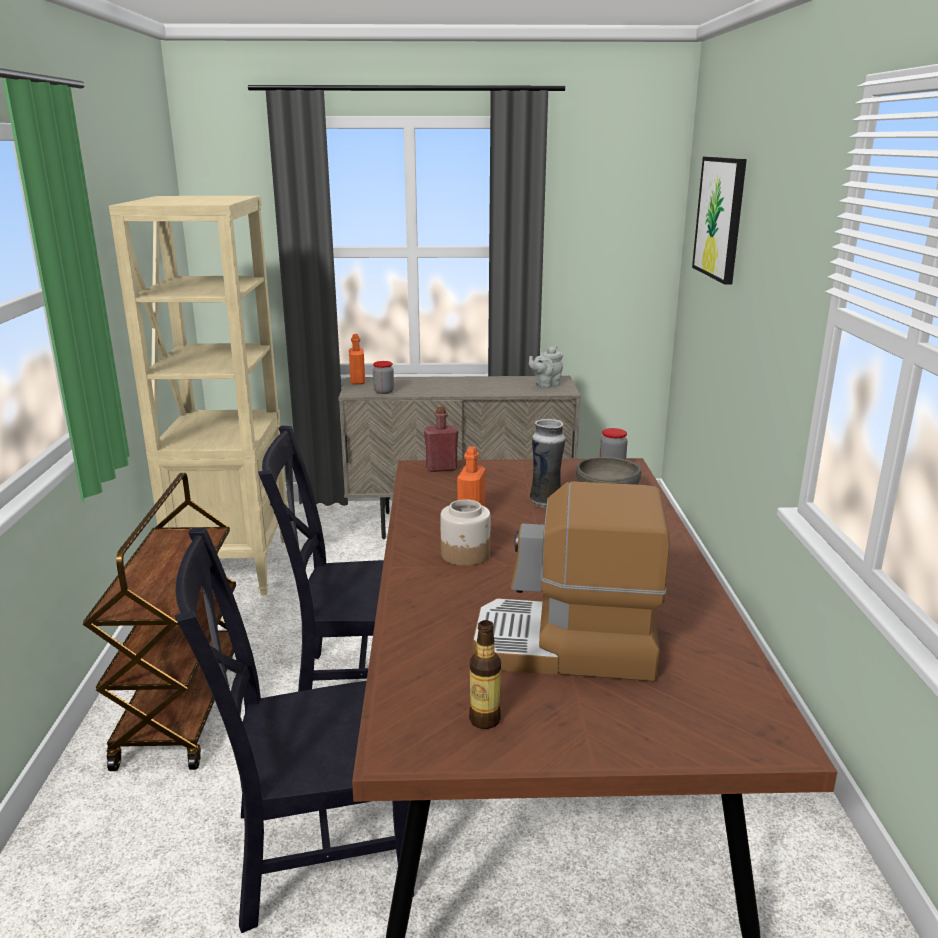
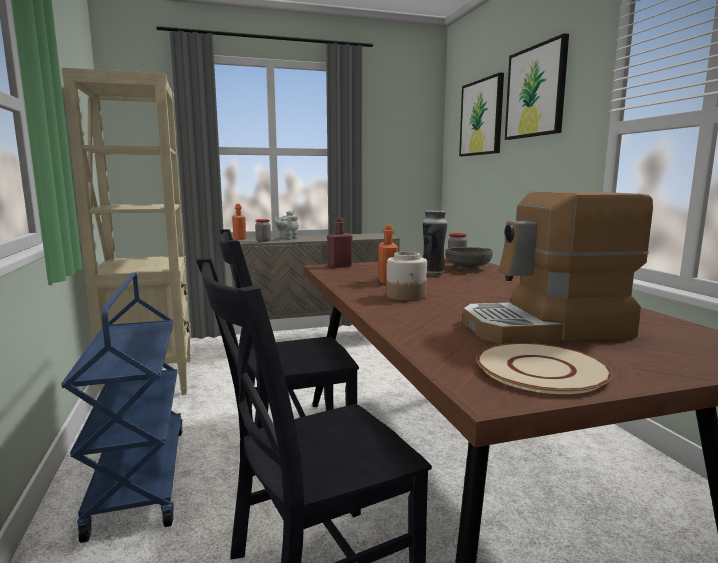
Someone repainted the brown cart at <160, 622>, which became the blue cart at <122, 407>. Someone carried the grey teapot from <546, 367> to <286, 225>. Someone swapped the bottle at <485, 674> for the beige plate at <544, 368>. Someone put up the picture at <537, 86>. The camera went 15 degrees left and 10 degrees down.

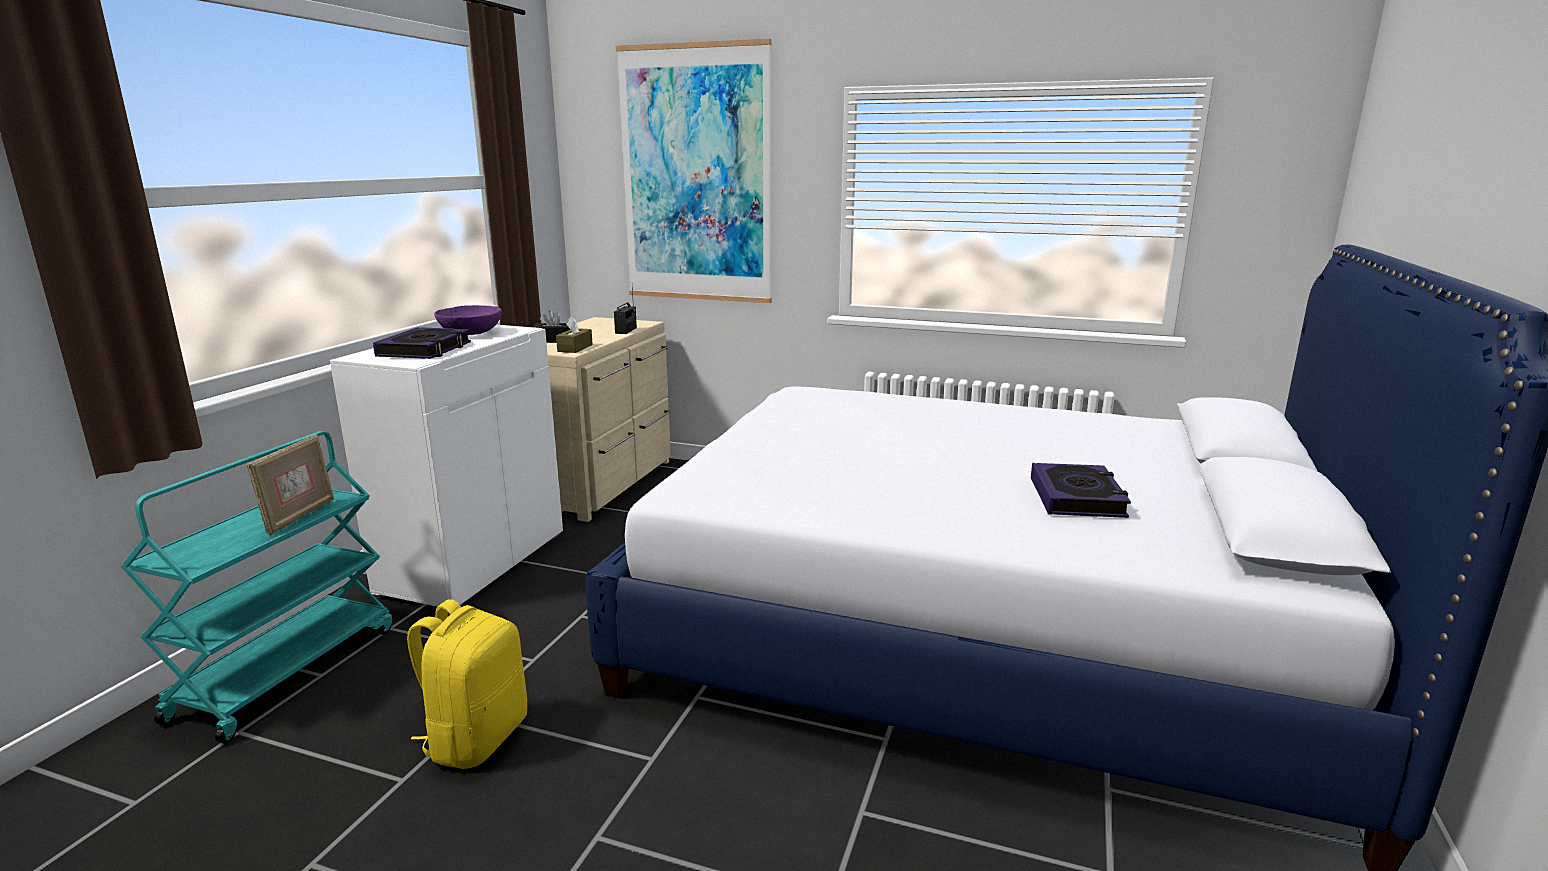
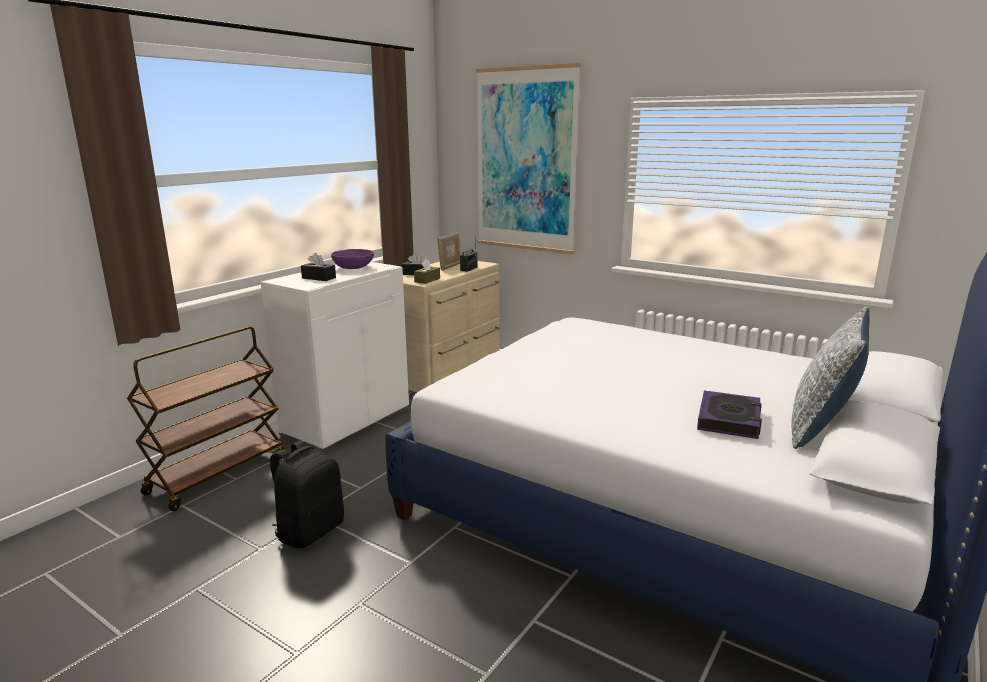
Someone repainted the turquoise cart at <256, 587>, which became the brown cart at <206, 418>. Someone repainted the yellow backpack at <467, 684>, which became the black backpack at <307, 495>. Someone swapped the book at <422, 343> for the black tissue box at <318, 267>. Someone carried the picture frame from <290, 484> to <449, 251>. Someone put down the pillow at <830, 378>. The camera went 15 degrees right and 0 degrees up.

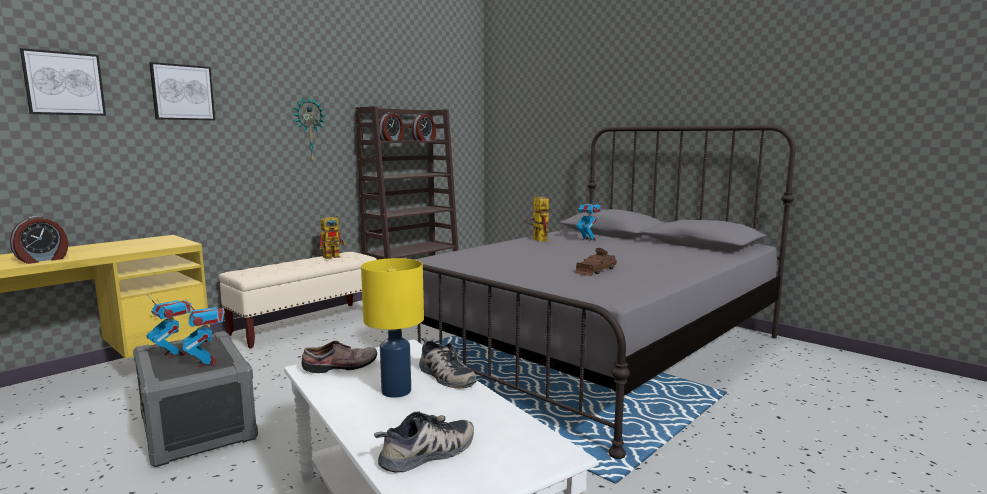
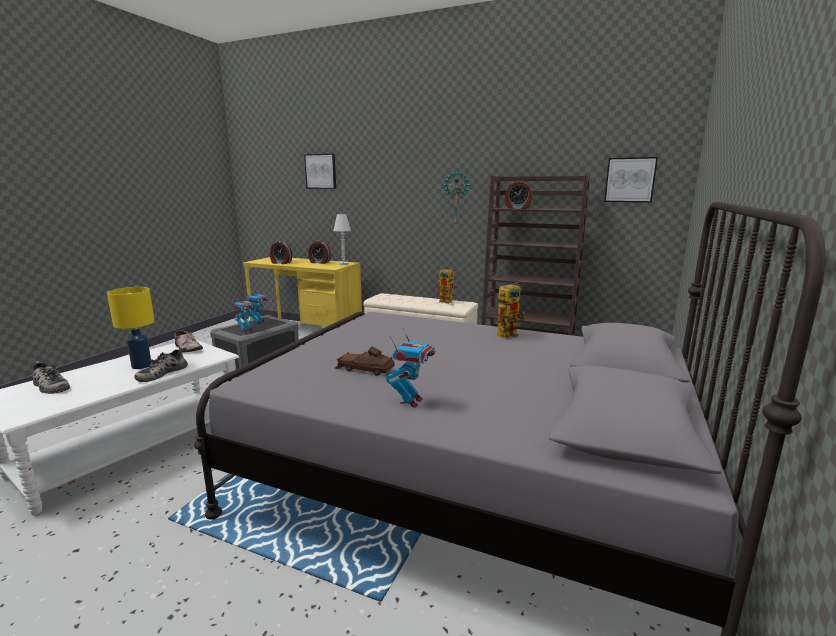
Someone carried the alarm clock from <424, 127> to <319, 252>. Someone put down the white table lamp at <342, 239>. Someone carried the toy robot from <589, 219> to <410, 367>. Someone carried the picture from <182, 91> to <631, 180>. The camera went 70 degrees right and 5 degrees up.

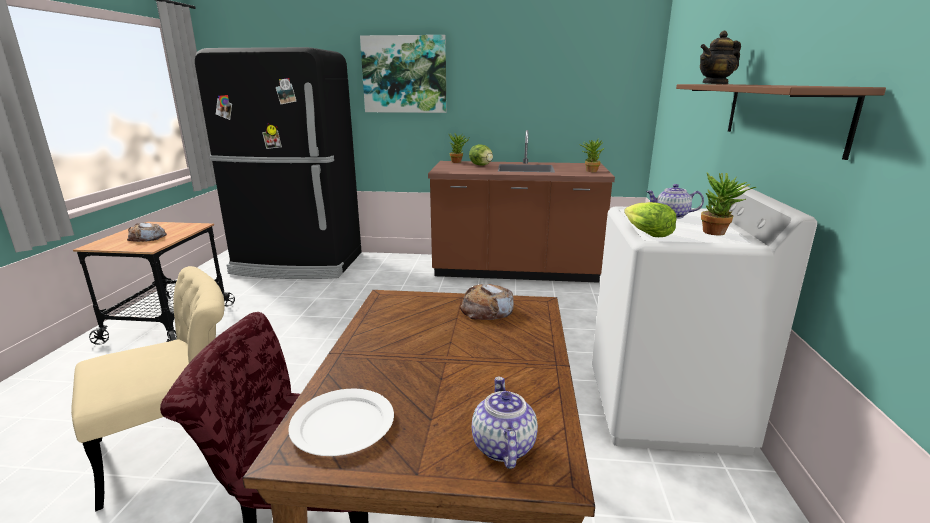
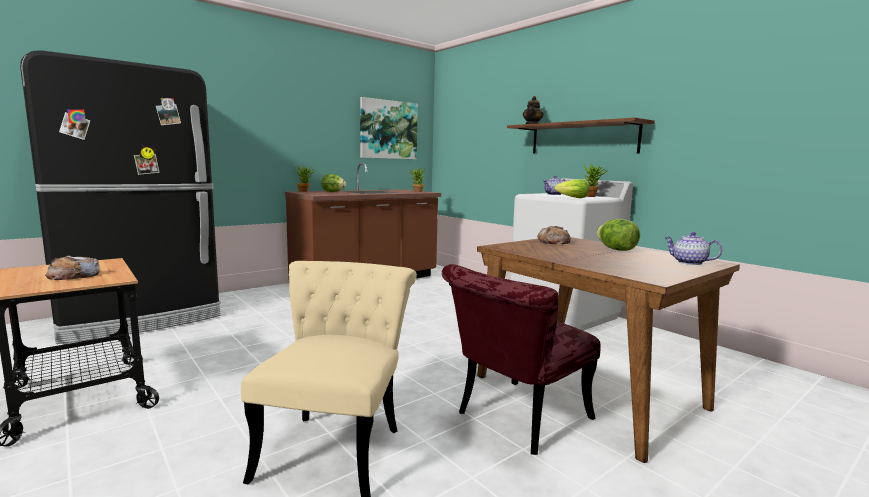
Someone carried the picture from <403, 74> to <389, 128>. Someone put down the lettuce at <618, 235>. Someone took away the white plate at <341, 422>. The camera went 45 degrees left and 10 degrees down.

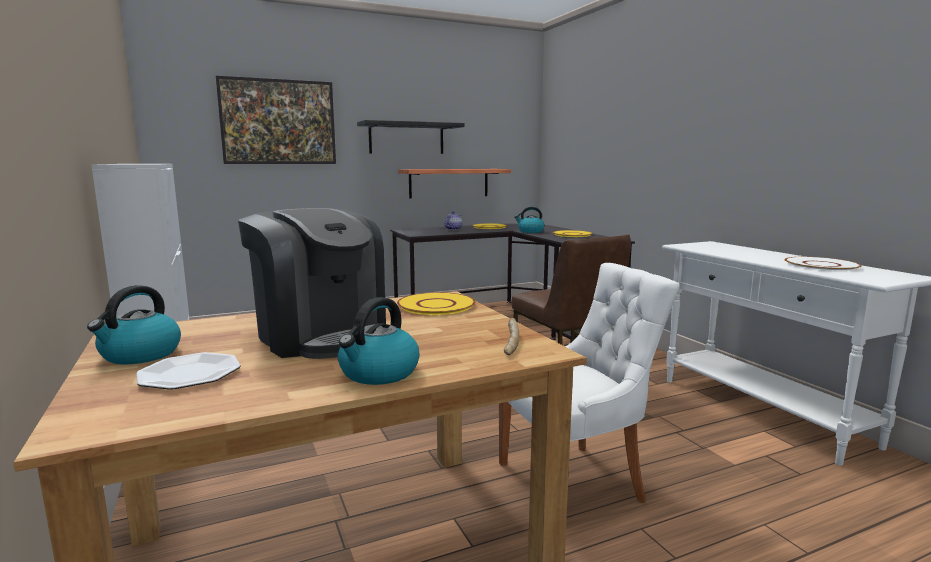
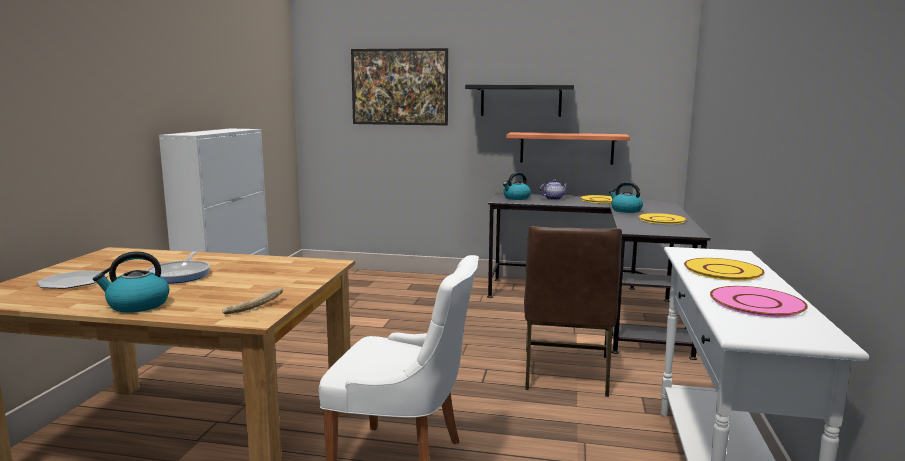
Someone swapped the coffee machine at <312, 283> for the frying pan at <178, 267>. Someone carried the kettle from <134, 324> to <517, 186>. Someone carried the yellow plate from <436, 303> to <724, 269>. Someone repainted the white plate at <823, 264>, which became the pink plate at <759, 301>. The camera went 35 degrees right and 0 degrees up.

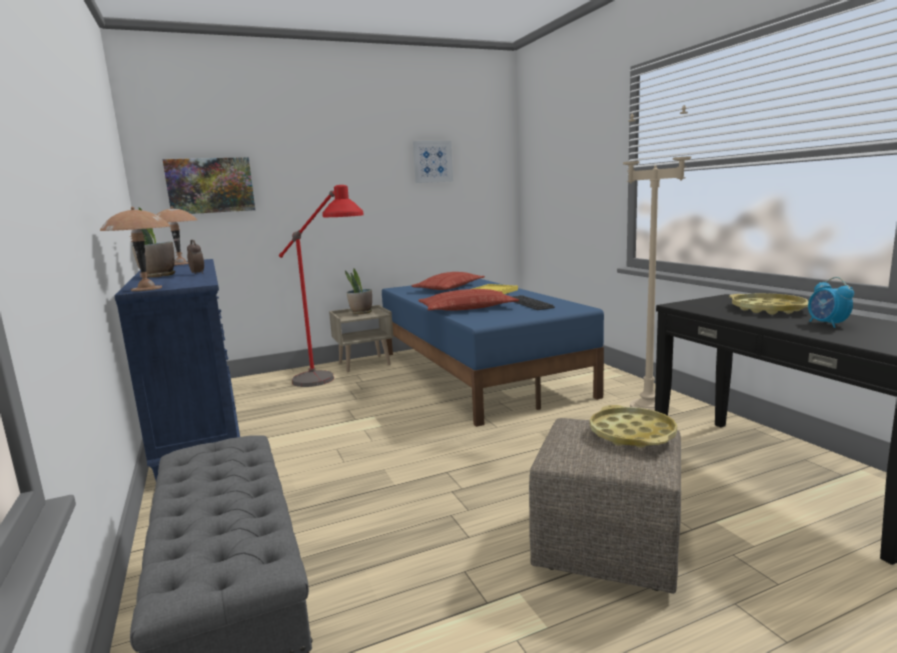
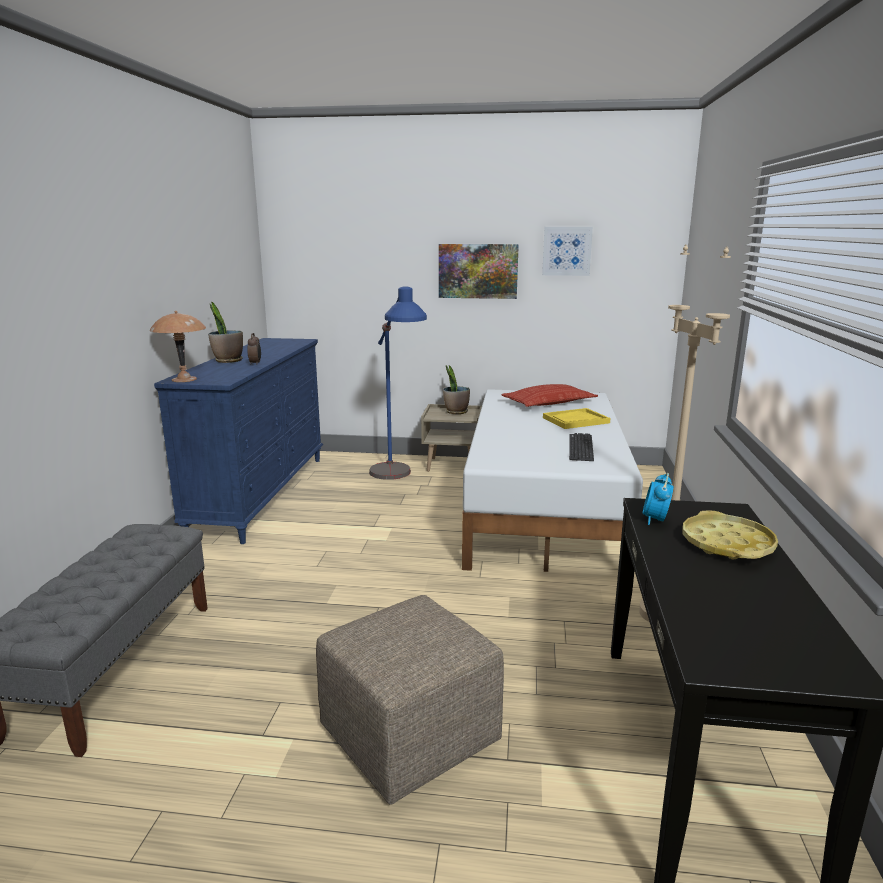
Someone repainted the red floor lamp at <321, 286>, which became the blue floor lamp at <398, 383>. Someone carried the picture from <208, 185> to <479, 271>. Someone repainted the blue bed at <493, 353>, which became the white bed at <552, 480>. Someone carried the alarm clock from <831, 302> to <658, 499>. Someone took away the brown table lamp at <176, 235>. Someone took away the pillow at <468, 300>. Someone took away the yellow tray at <633, 426>. The camera went 30 degrees right and 5 degrees up.

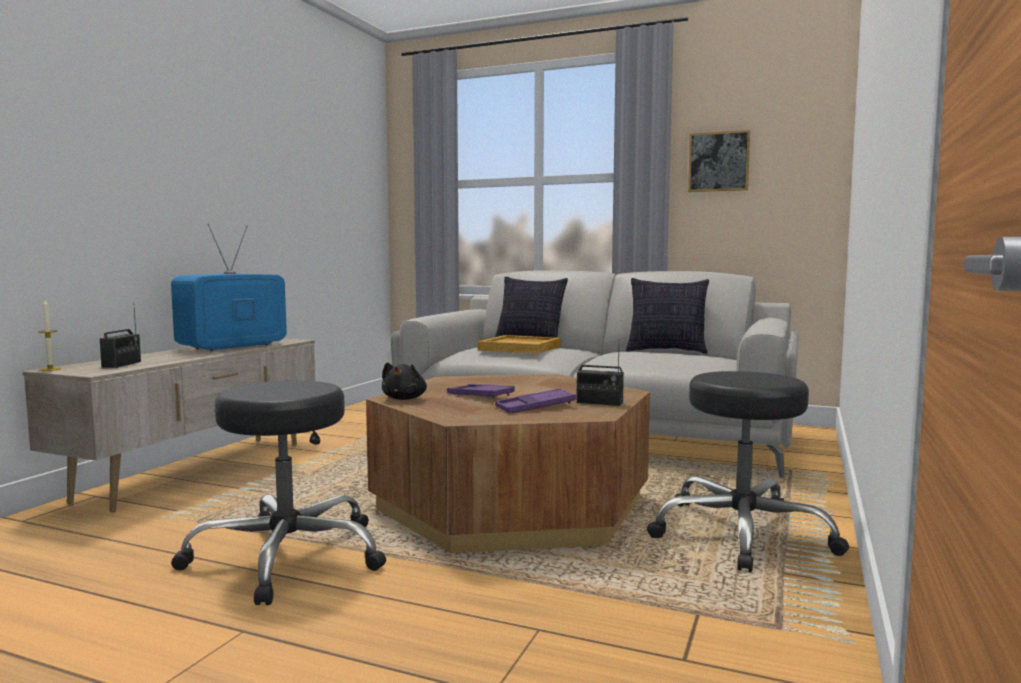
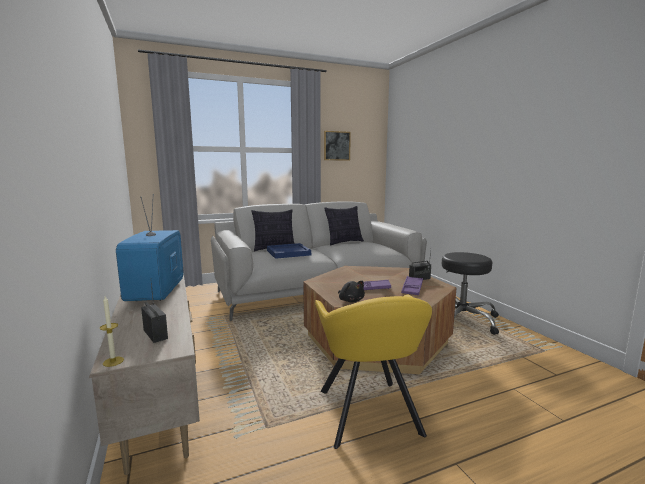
Someone repainted the beige tray at <519, 344>, which became the blue tray at <289, 251>. Someone swapped the black stool at <278, 493> for the yellow armchair at <373, 371>. The camera went 45 degrees left and 5 degrees up.

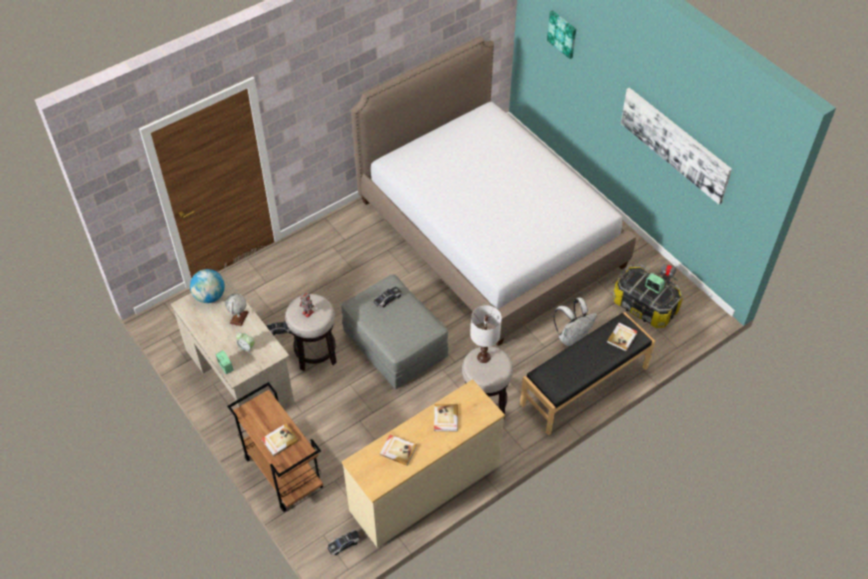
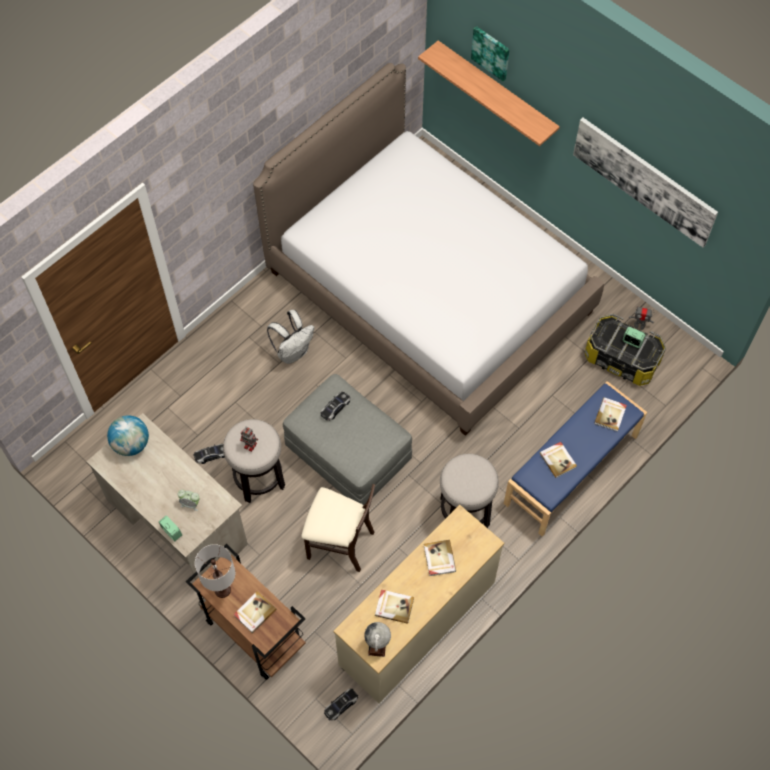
Someone carried the white table lamp from <486, 334> to <215, 571>. Someone carried the white backpack from <575, 322> to <290, 337>. Someone put down the beige chair at <338, 528>. Someone carried the globe from <236, 309> to <377, 639>. Someone put up the shelf at <489, 93>. Someone repainted the black bench at <587, 373>, which became the blue bench at <575, 459>. Someone put down the book at <558, 460>. The camera went 10 degrees left and 10 degrees up.

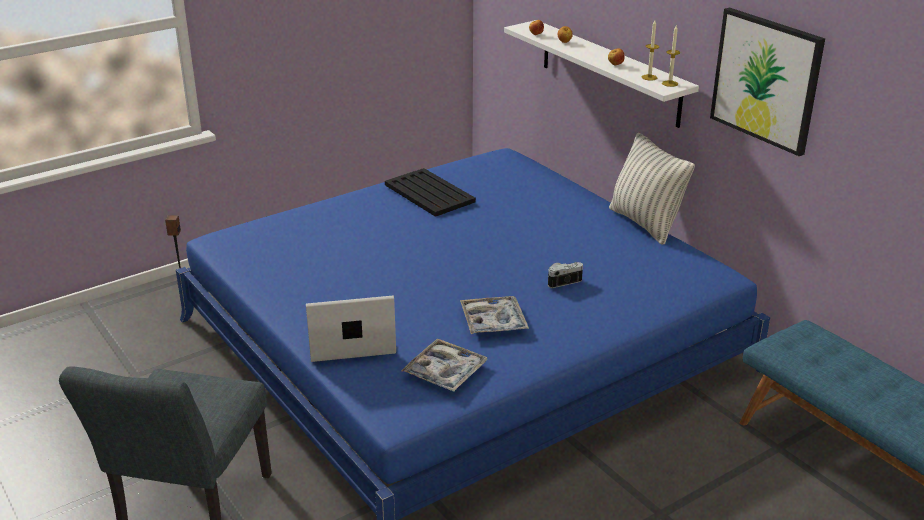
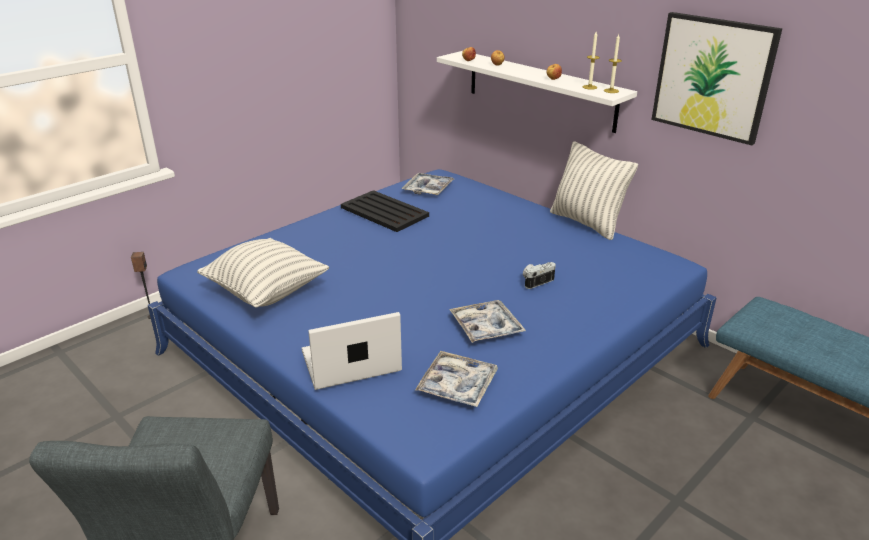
Someone put down the pillow at <263, 273>. Someone put down the tray at <428, 184>. The camera went 10 degrees left and 0 degrees up.

